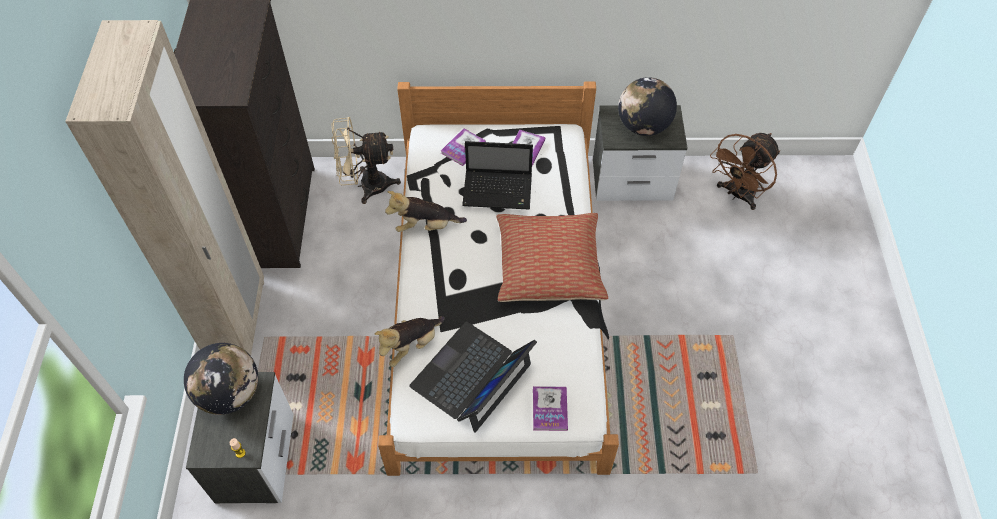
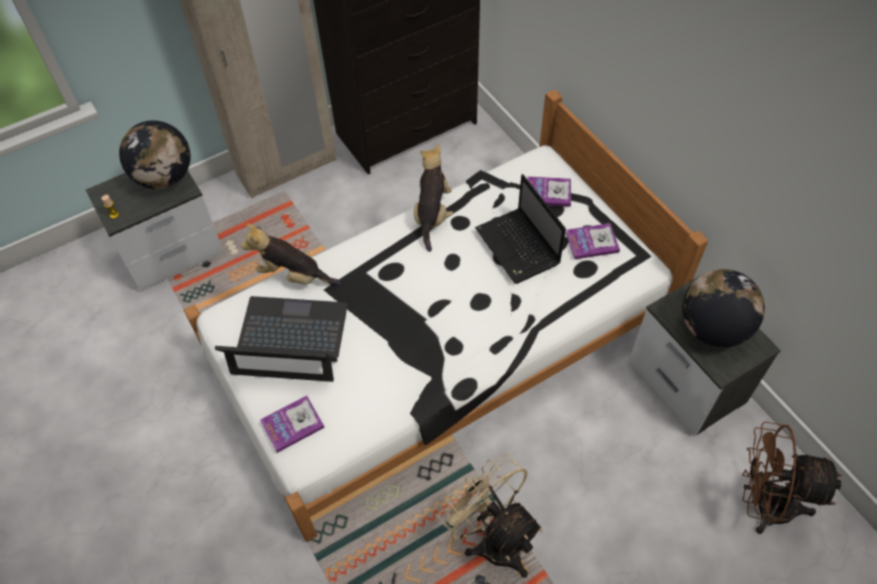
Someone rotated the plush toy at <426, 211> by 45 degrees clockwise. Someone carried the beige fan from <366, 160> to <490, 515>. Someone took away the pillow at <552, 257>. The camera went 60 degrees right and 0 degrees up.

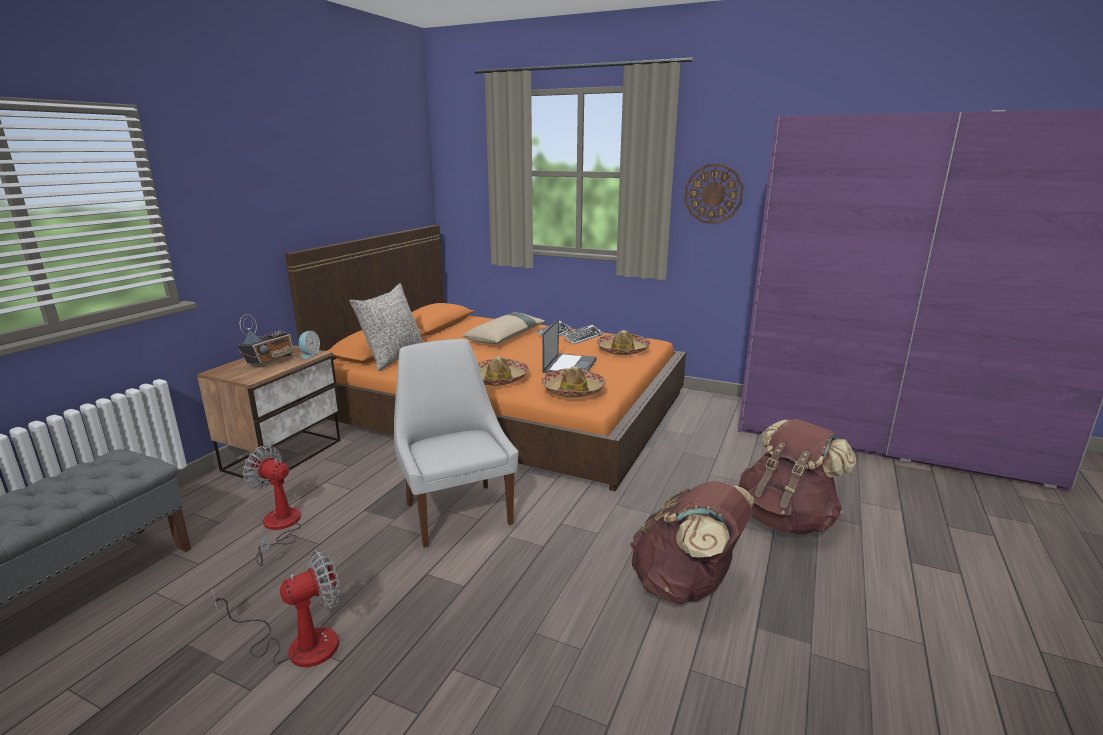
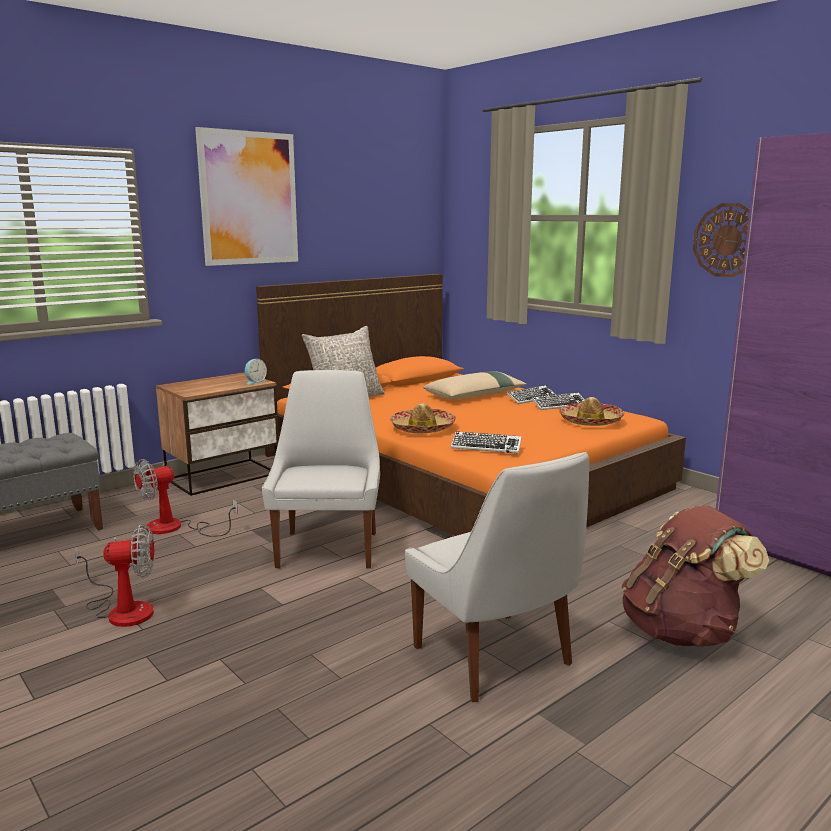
Someone rotated the fan at <272, 505> by 90 degrees counterclockwise. Someone put up the picture at <246, 196>. Someone swapped the brown backpack at <692, 543> for the white chair at <497, 577>. Someone swapped the hat at <573, 381> for the keyboard at <486, 442>. Someone took away the radio at <265, 340>. Someone took away the laptop at <569, 346>. The camera went 25 degrees right and 5 degrees down.

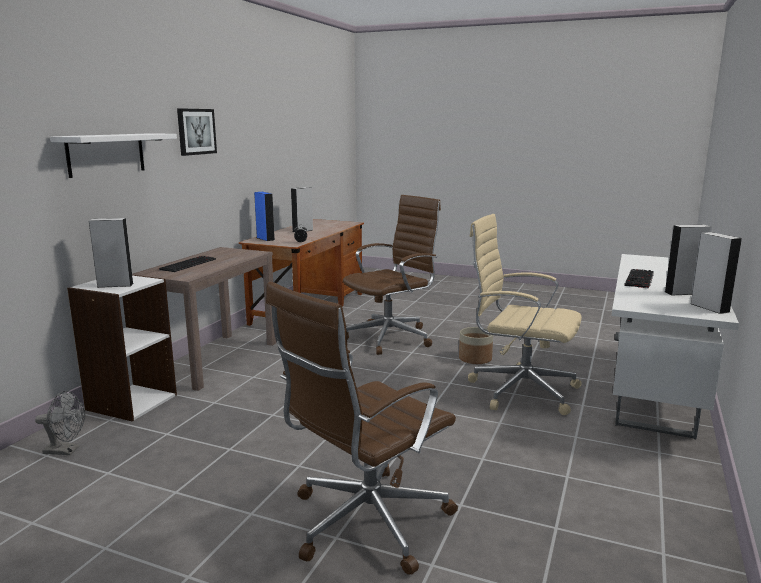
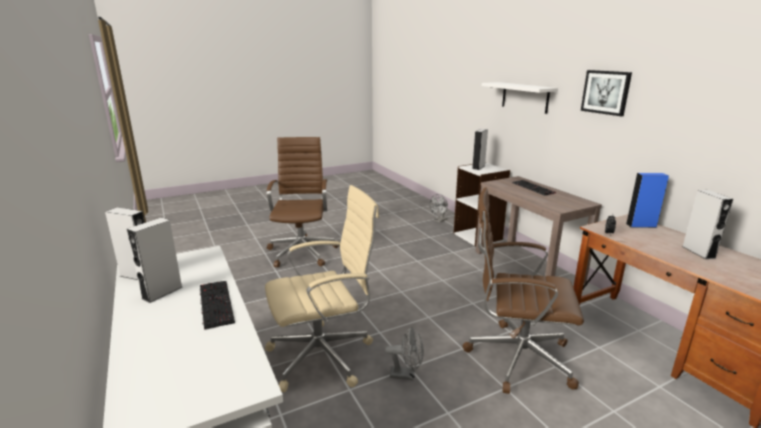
Someone swapped the planter at <476, 345> for the grey fan at <404, 354>. Someone rotated the brown office chair at <392, 275> by 105 degrees clockwise. The camera went 130 degrees right and 5 degrees up.

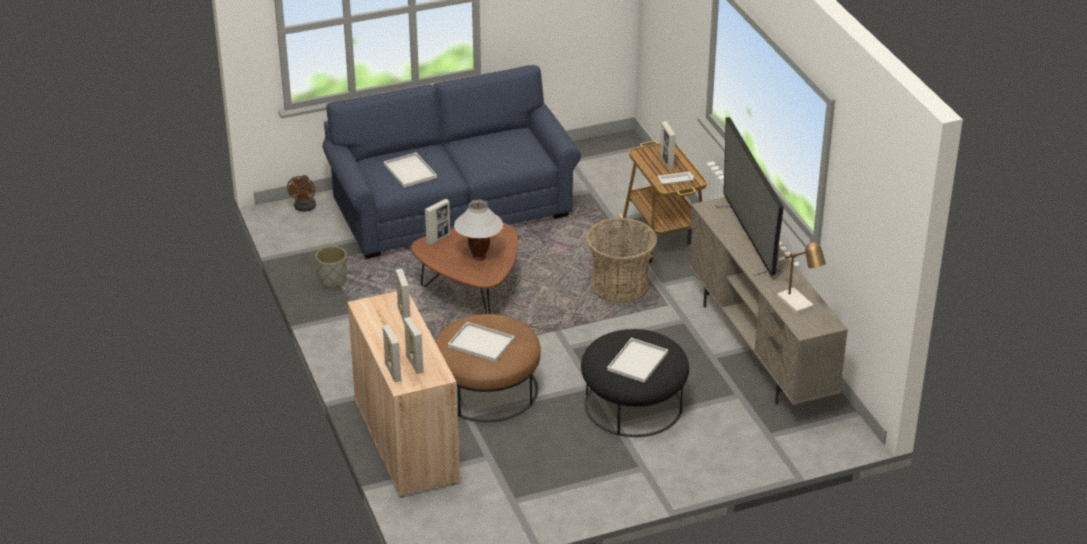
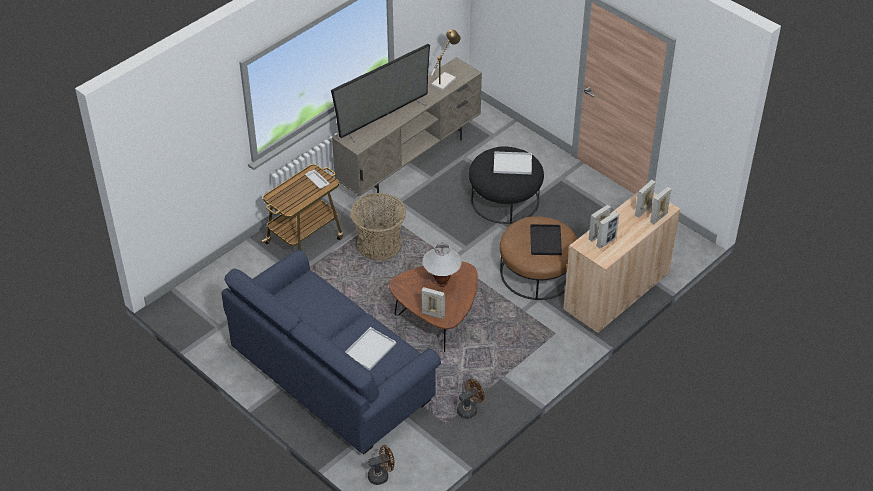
Someone swapped the grey planter at <331, 266> for the brown fan at <471, 399>. Someone repainted the white tray at <481, 342>, which became the black tray at <546, 239>. Someone carried the picture frame from <668, 145> to <608, 230>. The camera went 115 degrees left and 10 degrees up.

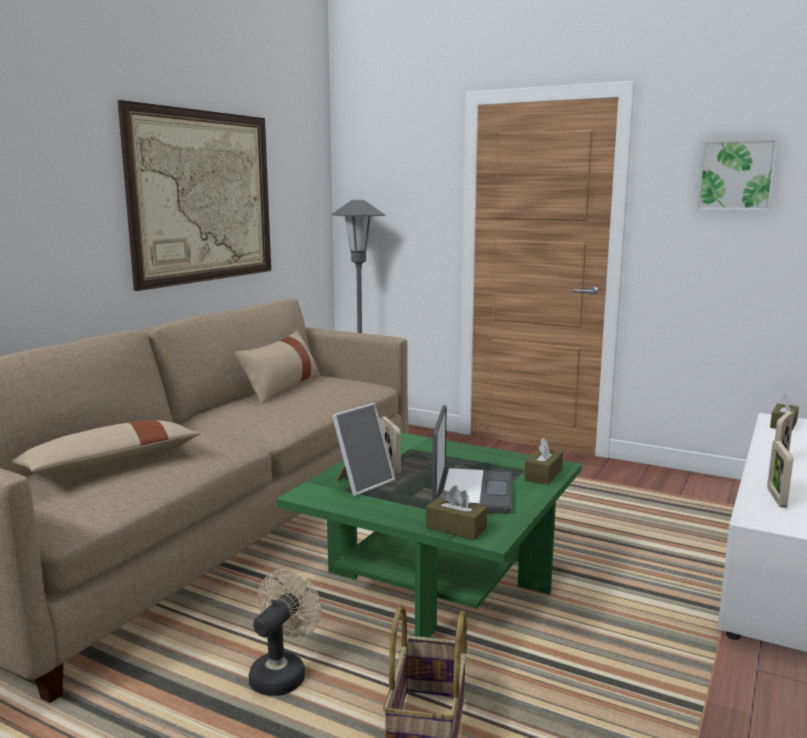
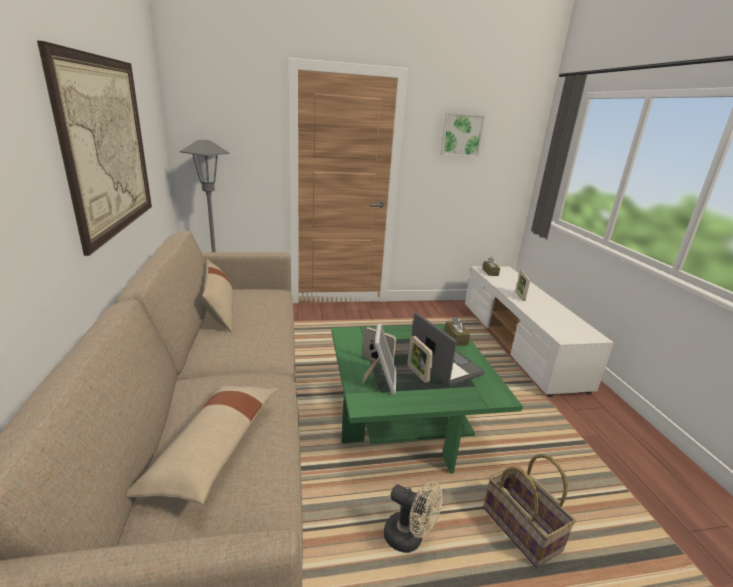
Someone rotated the beige fan at <285, 632> by 135 degrees clockwise. Someone carried the picture frame from <780, 474> to <420, 359>. Someone took away the brown tissue box at <456, 513>. The camera went 40 degrees left and 10 degrees up.

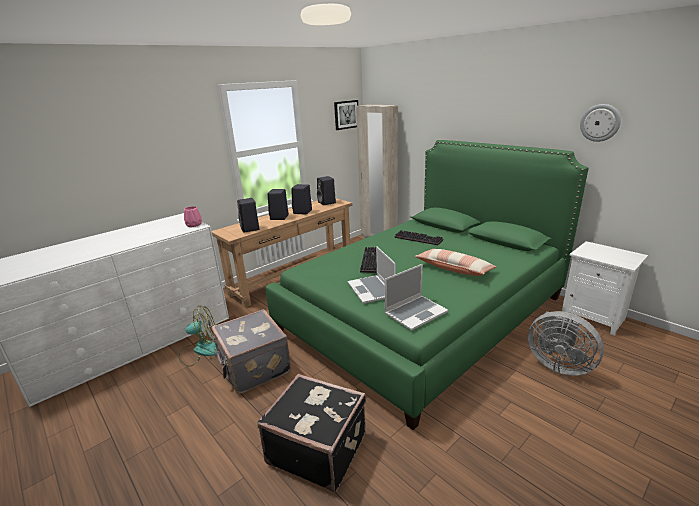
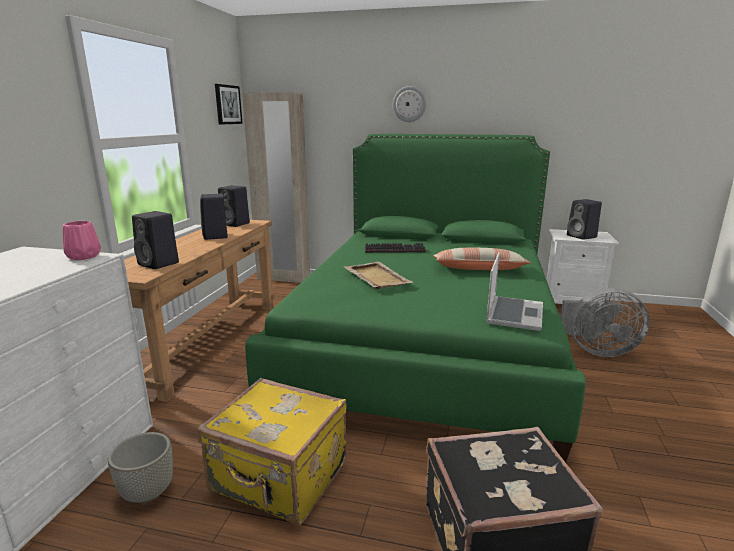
Someone swapped the fan at <198, 336> for the grey planter at <140, 467>. Someone repainted the grey suitcase at <251, 351>, which became the yellow suitcase at <272, 451>. Someone swapped the keyboard at <369, 260> for the beige tray at <378, 275>. Someone carried the wall clock from <600, 123> to <409, 104>. Someone carried the black speaker from <278, 204> to <584, 219>. Someone took away the laptop at <372, 275>. The camera went 35 degrees left and 5 degrees down.

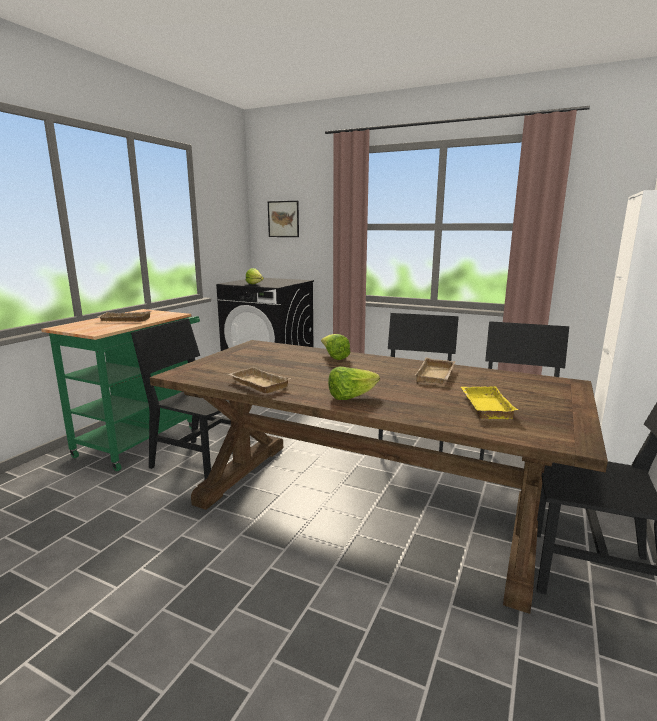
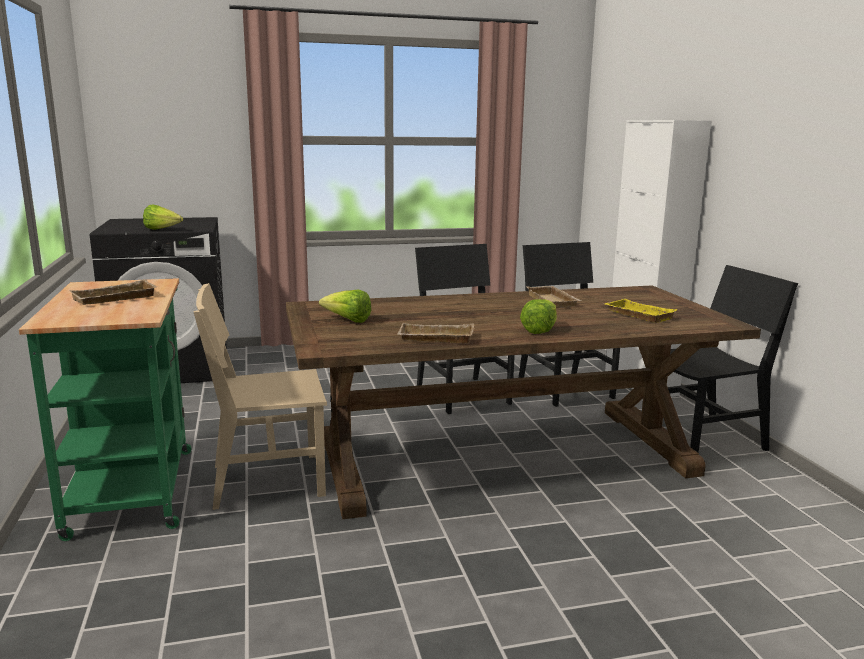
Someone repainted the black chair at <181, 399>, which became the beige chair at <260, 396>. Someone carried the lettuce from <335, 347> to <345, 306>. Someone took away the picture at <283, 219>. The camera went 40 degrees left and 0 degrees up.

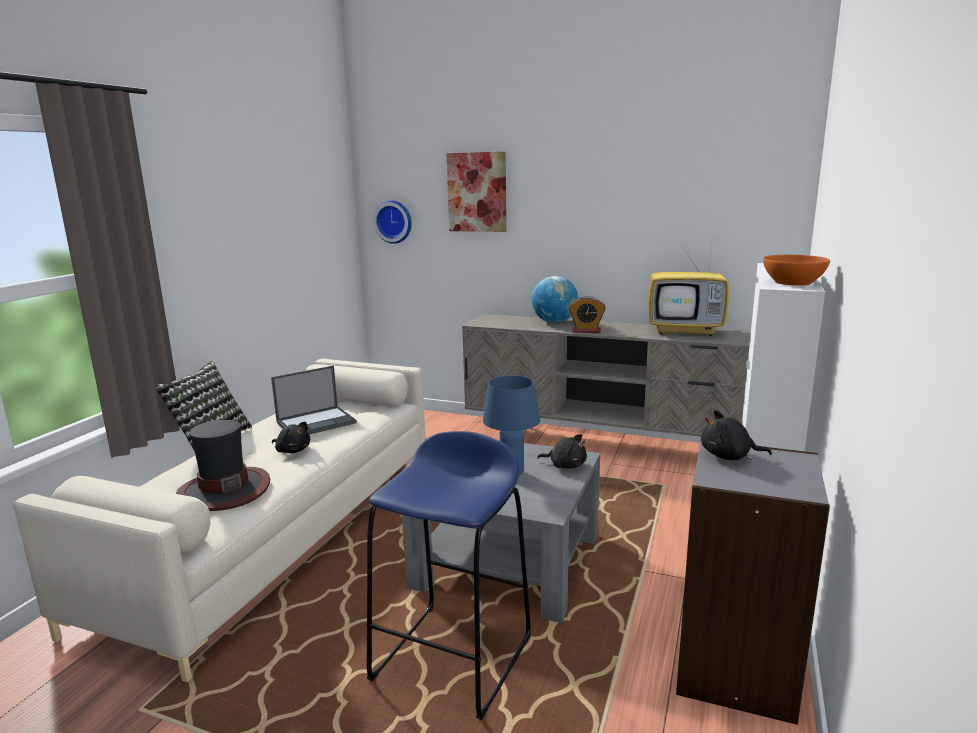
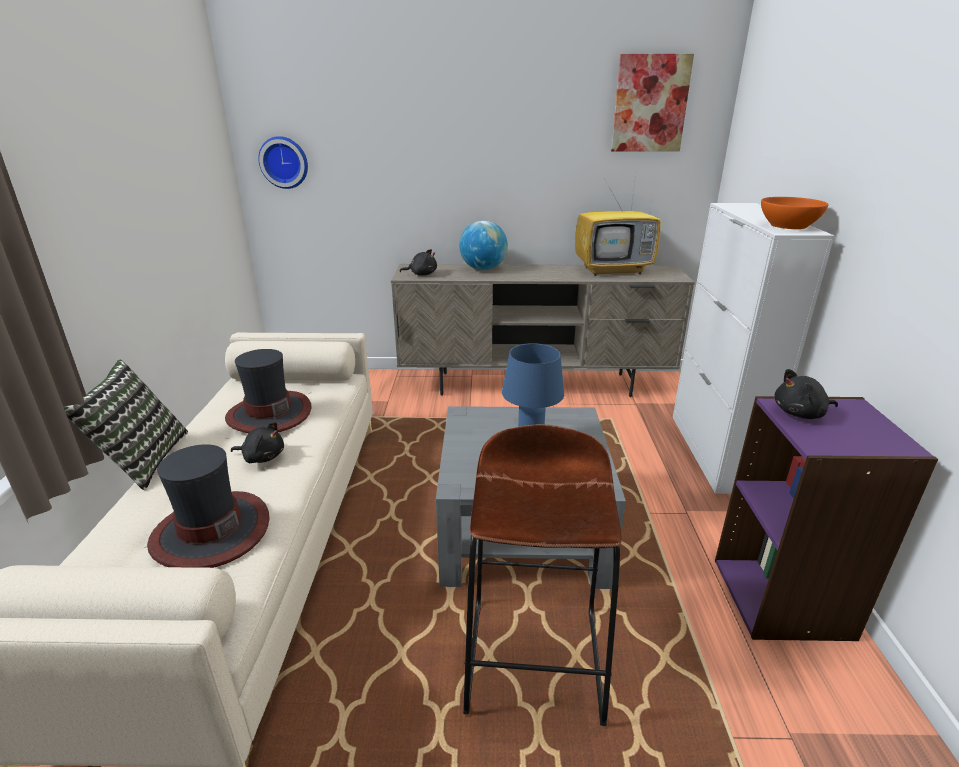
Someone swapped the laptop at <314, 400> for the hat at <268, 391>. Someone carried the black plush toy from <562, 451> to <418, 262>. Someone repainted the blue stool at <448, 575>, which became the brown stool at <542, 575>. Someone carried the picture from <476, 192> to <652, 103>. Someone repainted the grey bookcase at <753, 583>, which became the purple bookcase at <826, 518>. Someone took away the alarm clock at <587, 314>. The camera went 20 degrees left and 10 degrees up.

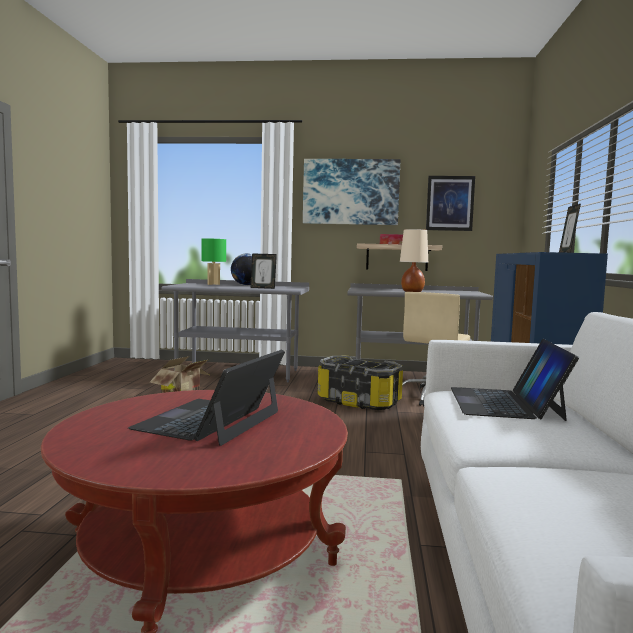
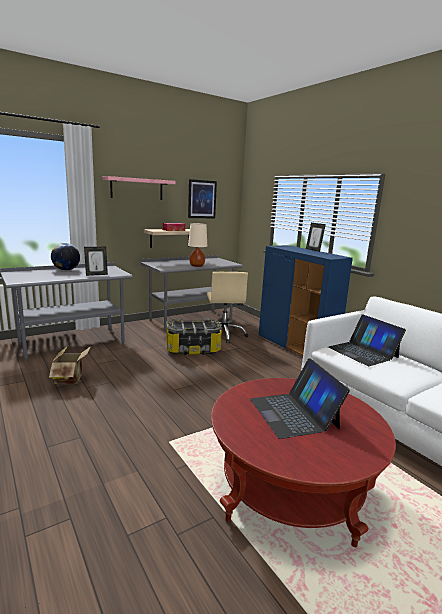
Someone swapped the picture at <351, 192> for the pink shelf at <139, 188>. Someone took away the green table lamp at <214, 261>. The camera went 40 degrees left and 10 degrees up.

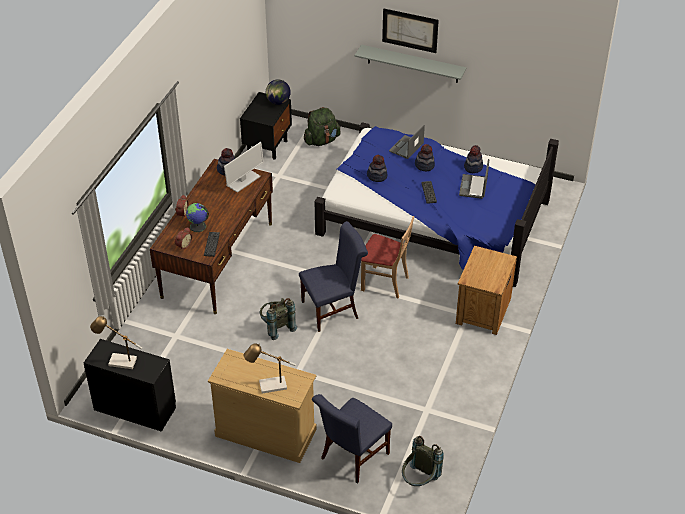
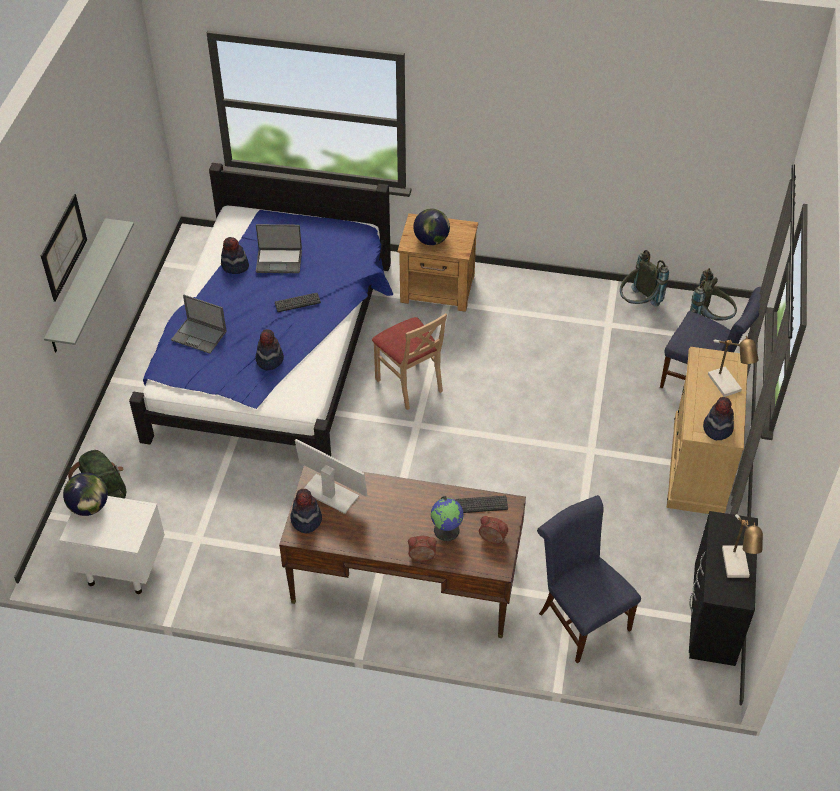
Someone repainted the black nightstand at <266, 125>, which became the white nightstand at <112, 545>. Someone rotated the beige chair at <387, 257> by 135 degrees clockwise. Someone put down the globe at <431, 227>. Someone carried the blue chair from <333, 276> to <589, 579>. Someone carried the grey backpack from <278, 319> to <644, 278>. Someone carried the hat from <425, 158> to <718, 418>. The camera went 100 degrees left and 5 degrees up.

